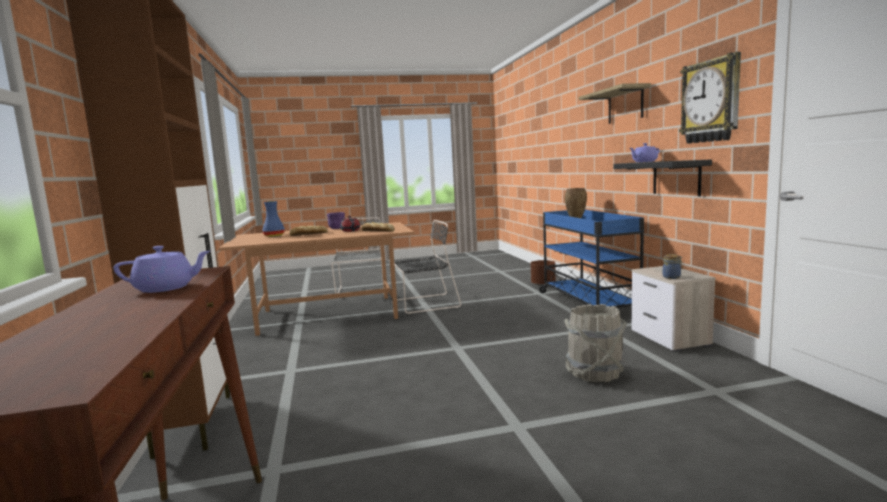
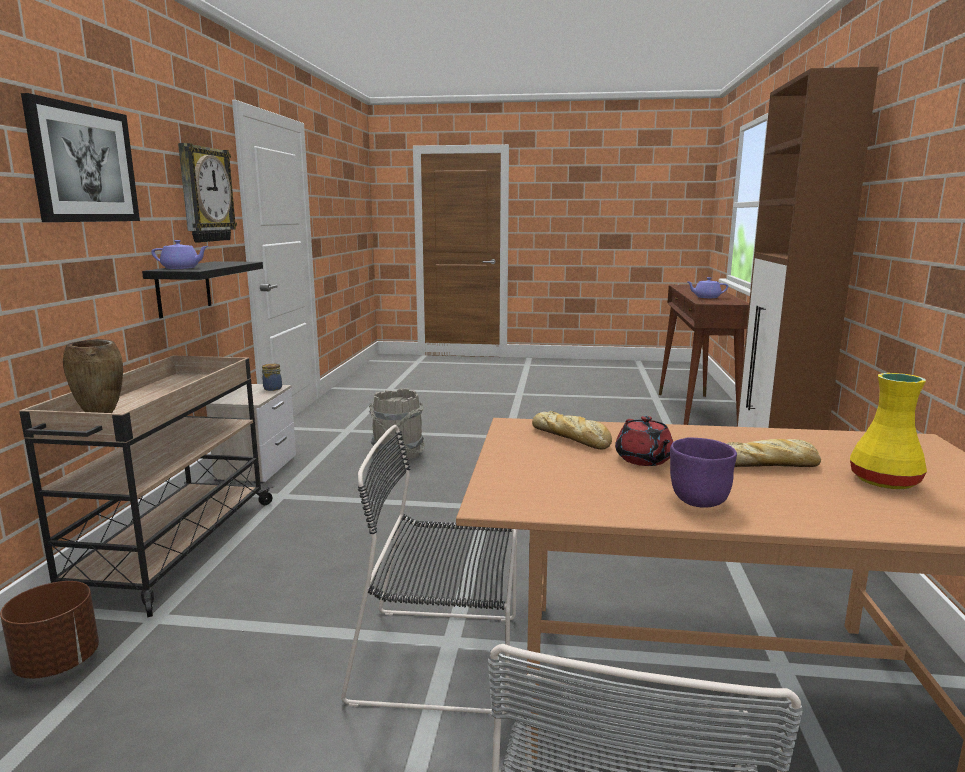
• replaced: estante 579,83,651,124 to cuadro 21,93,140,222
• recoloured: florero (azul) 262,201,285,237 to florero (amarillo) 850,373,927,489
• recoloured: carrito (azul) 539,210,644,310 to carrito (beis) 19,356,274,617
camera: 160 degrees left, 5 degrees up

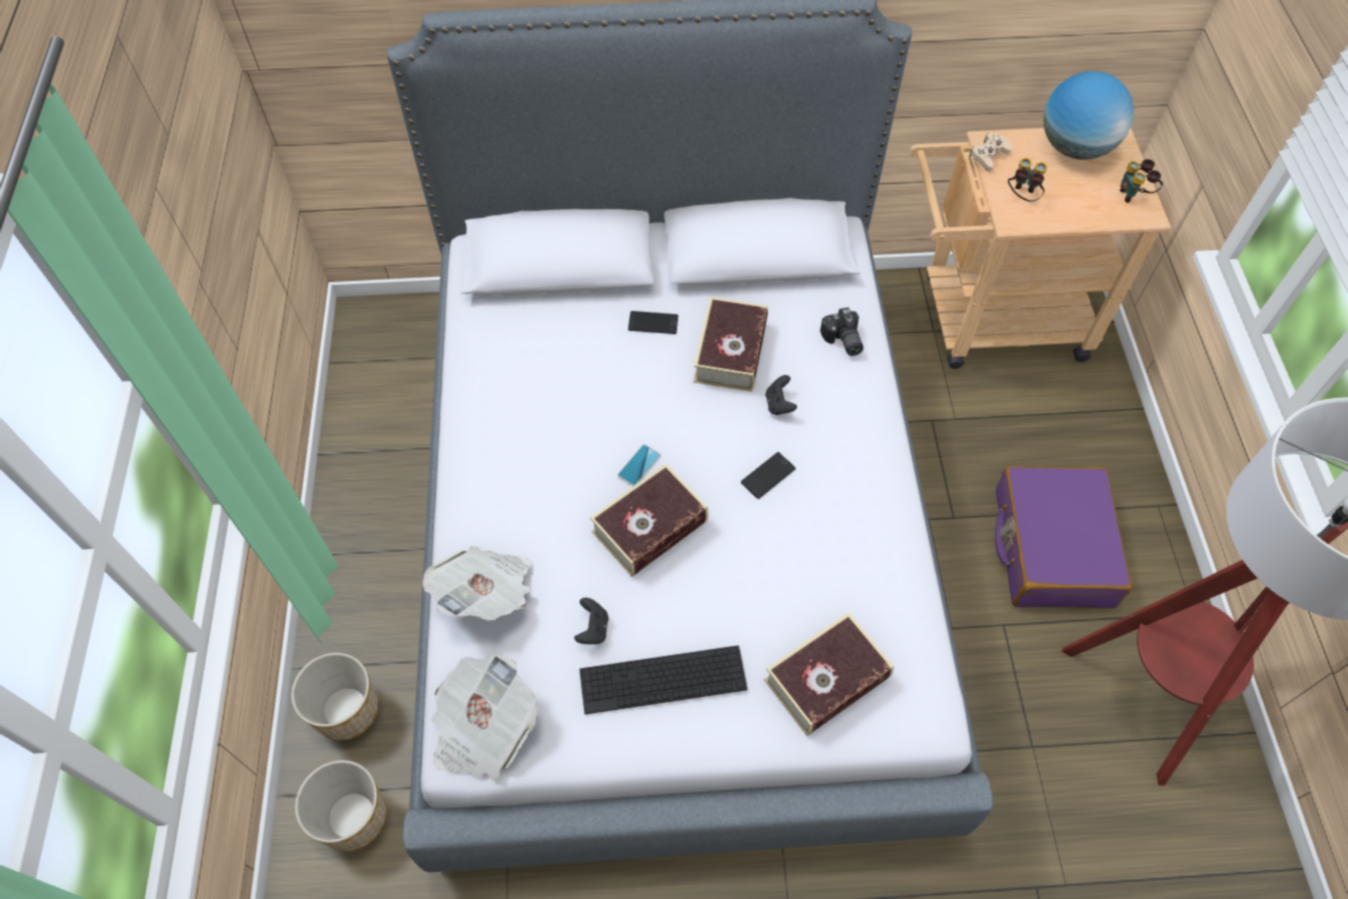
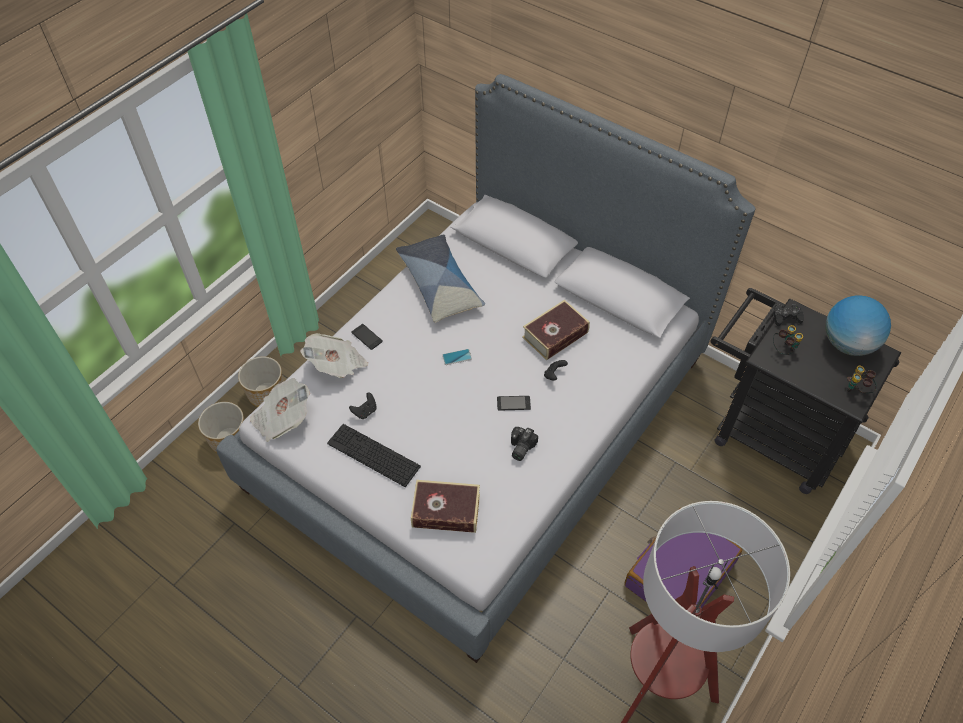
• removed: libro 590,464,708,577
• added: cojín 396,234,485,322
• moved: móvil 628,311,678,334 to 351,324,383,350
• moved: cámara 820,307,863,356 to 511,427,538,461
• recoloured: carrito (beis) 910,127,1171,369 to carrito (negro) 711,288,901,494
• recoloured: mando de consola (beis) 969,132,1012,172 to mando de consola (negro) 773,304,804,326
camera: 40 degrees right, 5 degrees down

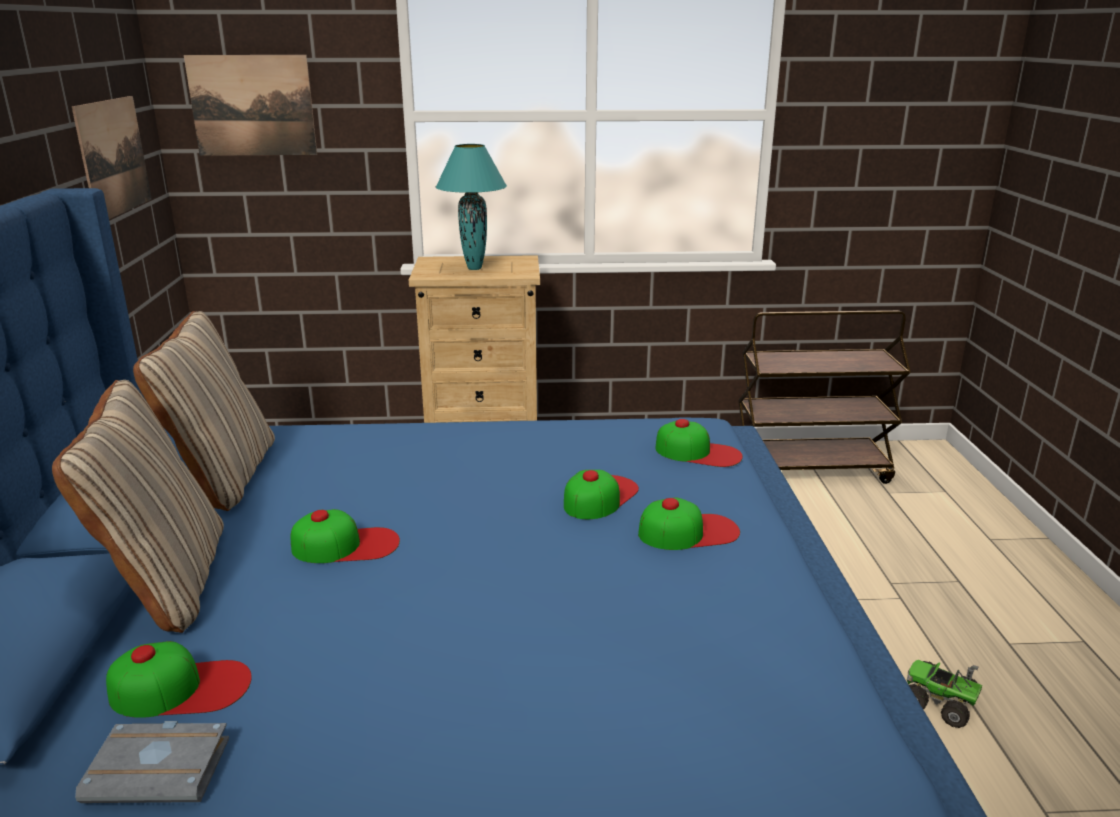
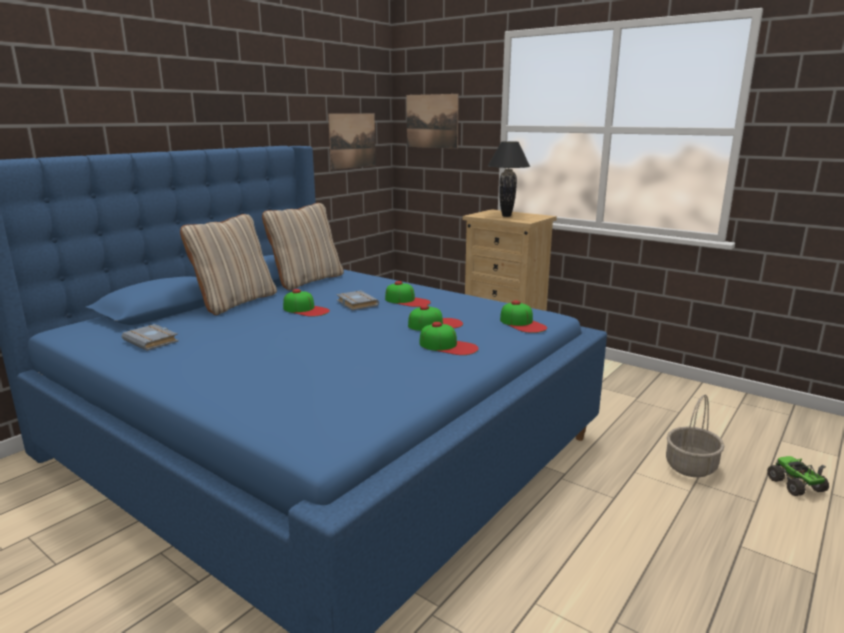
• removed: carrito (marrón) 738,310,911,484
• added: libro (gris) 336,291,379,311
• added: cesta 666,394,724,477
• moved: gorra 106,641,252,718 to 385,281,431,307
• moved: camión de juguete 907,660,982,728 to 767,456,829,496
• recoloured: lámpara de mesa (turquesa) 436,144,507,270 to lámpara de mesa (negro) 488,141,530,217
camera: 40 degrees right, 5 degrees down

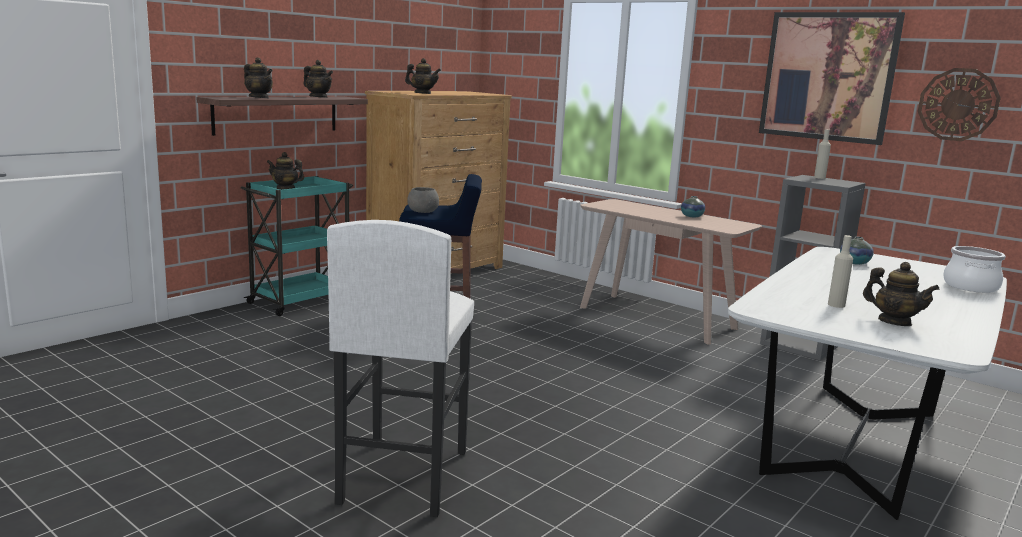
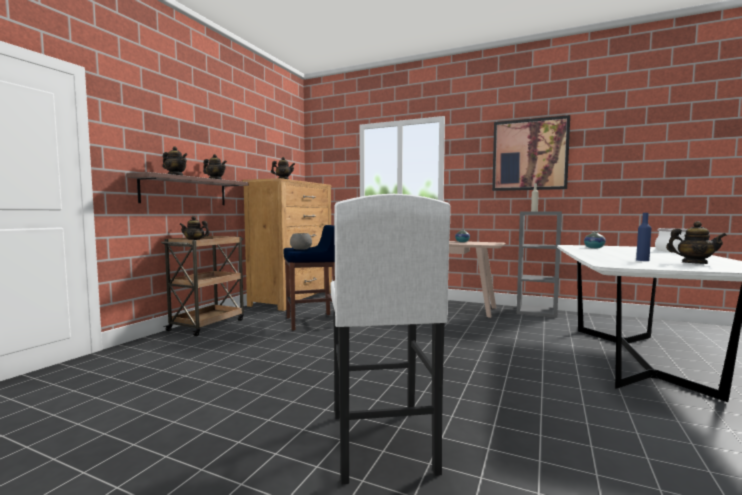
• removed: reloj de pared 918,68,1001,141
• recoloured: carrito (turquesa) 241,176,353,316 to carrito (marrón) 161,236,244,336
• recoloured: botella (beis) 828,235,853,308 to botella (azul) 636,213,651,261
camera: 15 degrees left, 10 degrees down

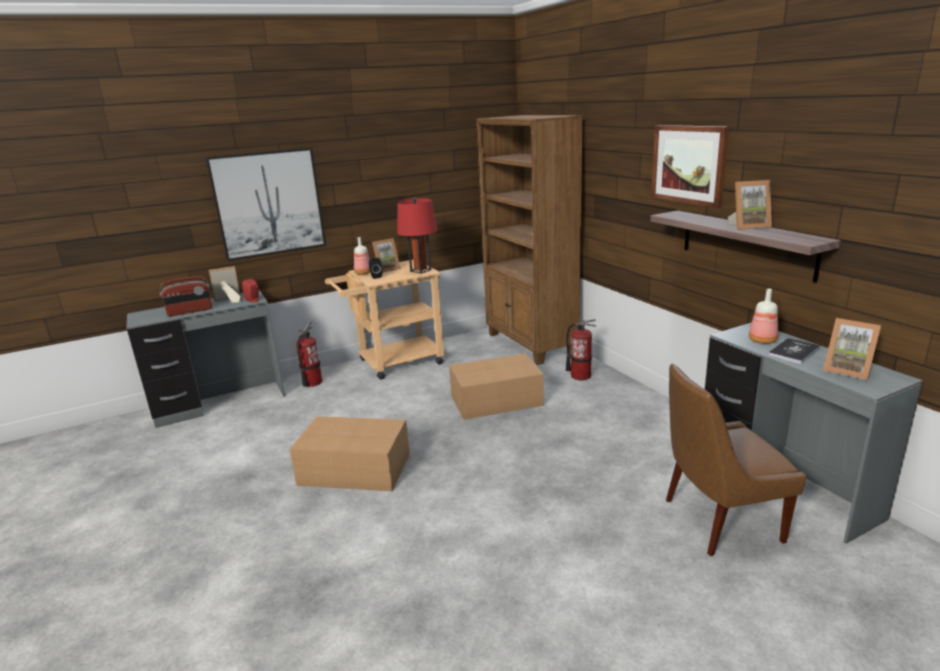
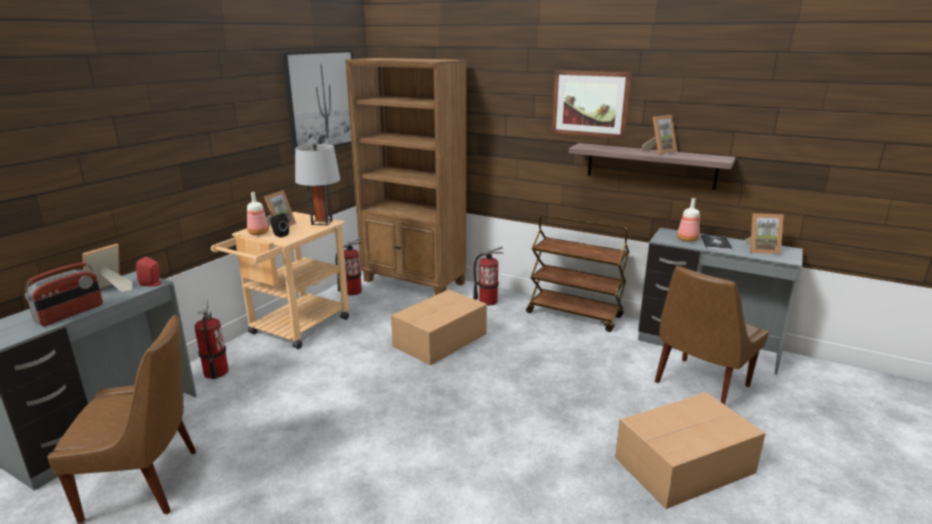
• added: silla (marrón) 47,315,196,523
• added: extintor 336,237,363,295
• added: carrito (marrón) 526,215,629,332
• moved: cuadro 205,148,326,261 to 282,50,353,156
• moved: caja de cartón 289,416,410,491 to 615,392,766,509
• recoloured: lámpara de mesa (rojo) 397,197,437,274 to lámpara de mesa (gris) 295,143,340,225
camera: 35 degrees left, 0 degrees up

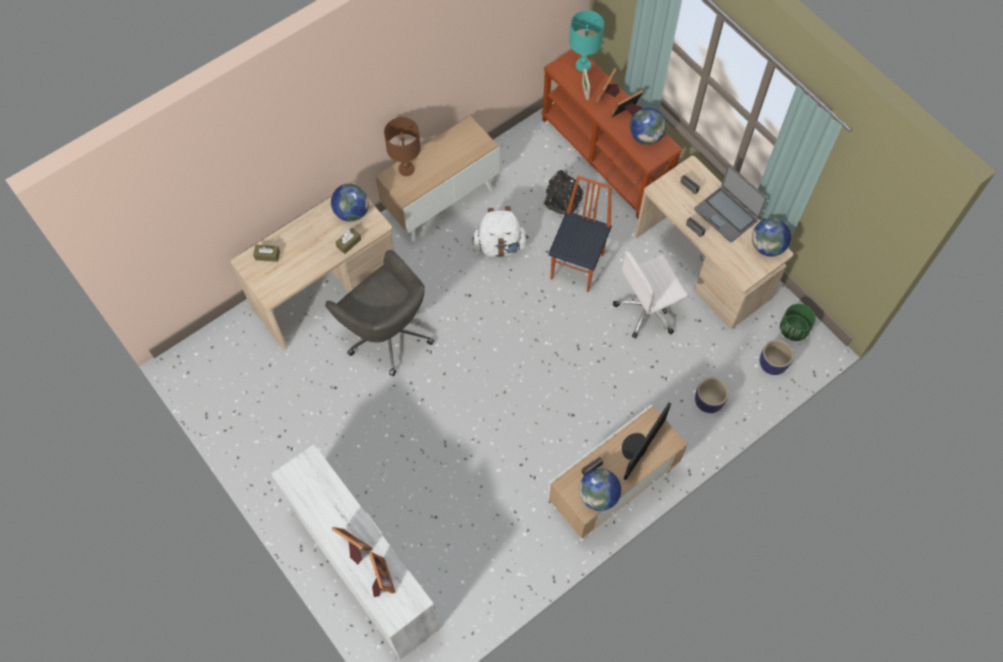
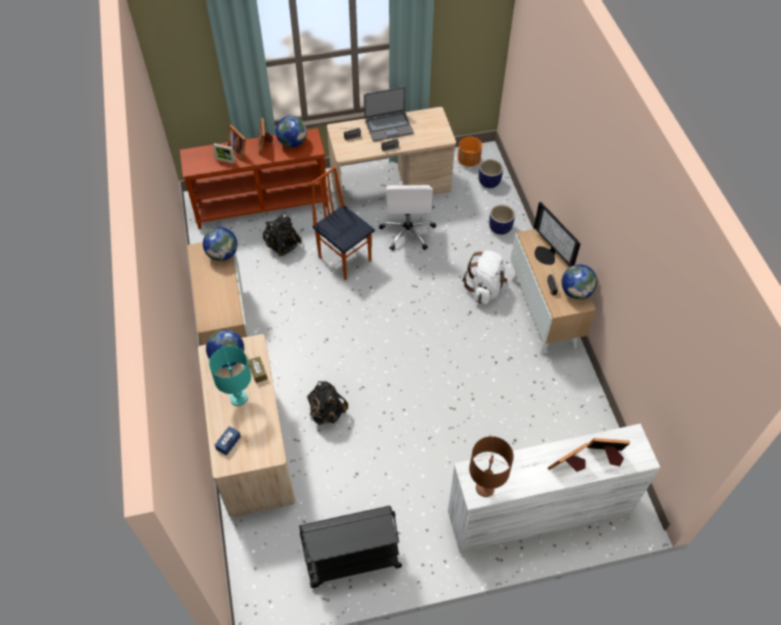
• added: carrito (negro) 299,506,402,588
• moved: lámpara de mesa (marrón) 384,117,421,176 to 469,436,514,497
• moved: mochila (blanco) 472,206,529,257 to 462,251,508,304
• moved: lámpara de mesa (turquesa) 569,10,604,72 to 209,346,251,406
• moved: globo terráqueo 752,218,791,256 to 203,227,237,261
• replaced: silla de oficina (gris) 325,250,434,376 to mochila (negro) 307,381,348,425
• recoloured: caja de pañuelos (marrón) 253,245,280,262 to caja de pañuelos (azul) 215,426,241,455
• recoloured: maceta (verde) 780,304,816,341 to maceta (naranja) 458,137,482,167
camera: 65 degrees left, 10 degrees down

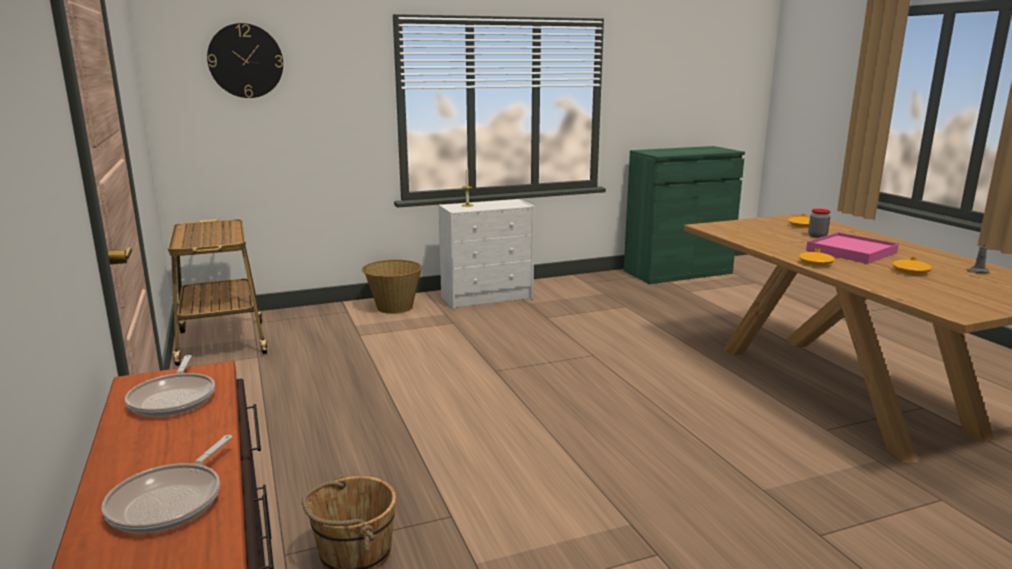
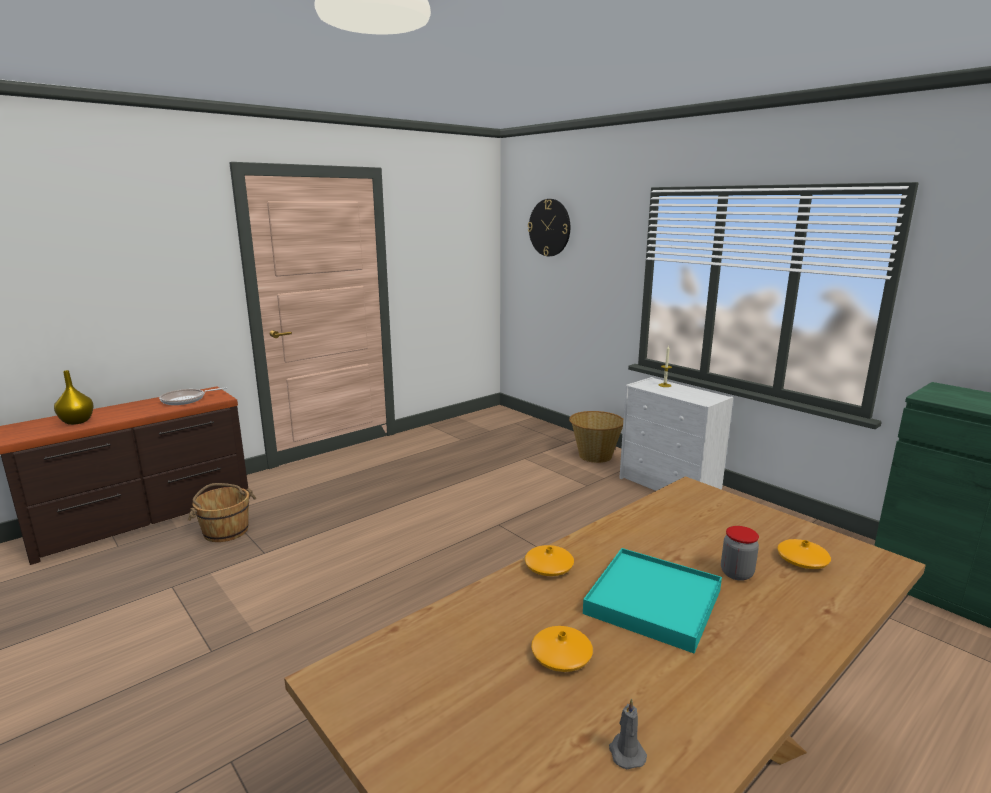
• removed: carrito 168,219,268,366
• replaced: sartén 102,435,233,533 to florero (amarillo) 54,370,94,425
• recoloured: bandeja (rosa) 806,232,899,264 to bandeja (turquesa) 583,548,722,653
camera: 70 degrees right, 0 degrees up

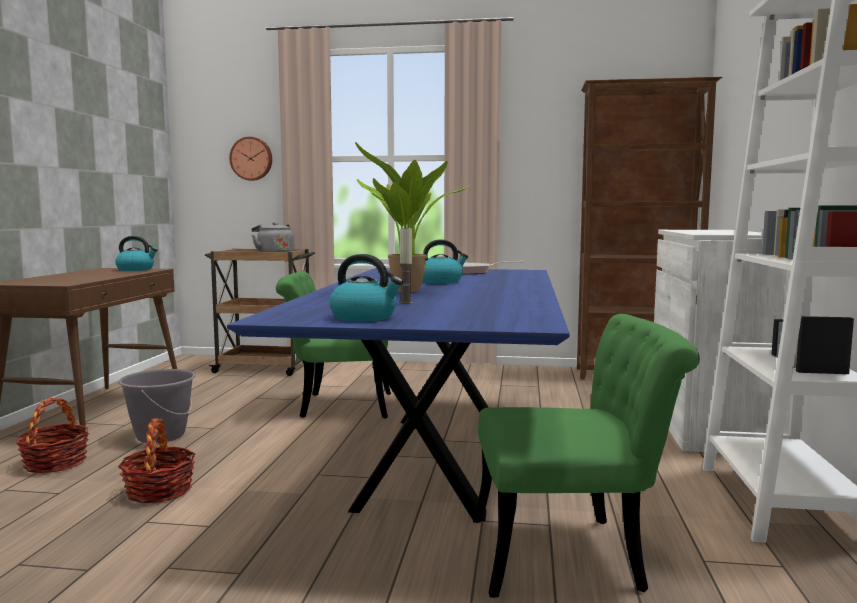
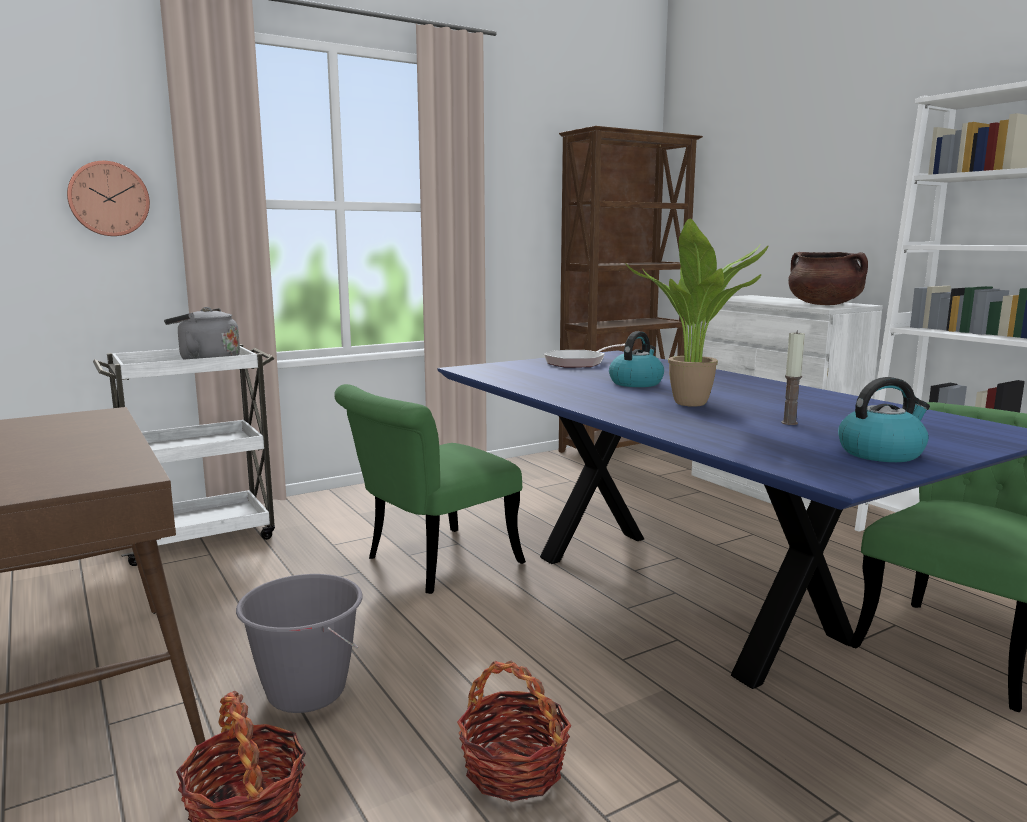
• removed: hervidor 115,236,158,271
• added: olla (marrón) 788,252,868,305
• recoloured: carrito (marrón) 205,248,315,376 to carrito (blanco) 93,344,275,566
camera: 40 degrees left, 5 degrees up

